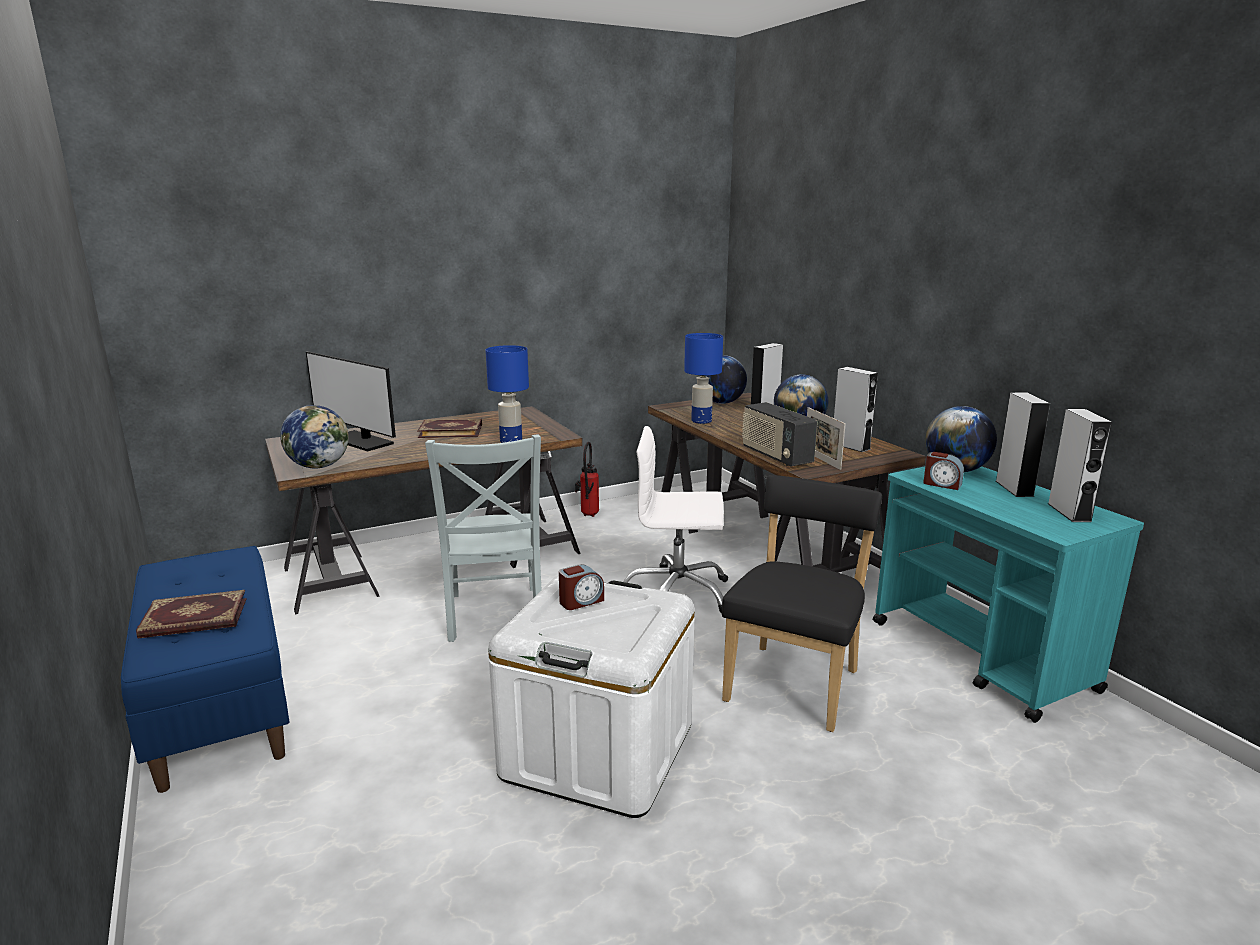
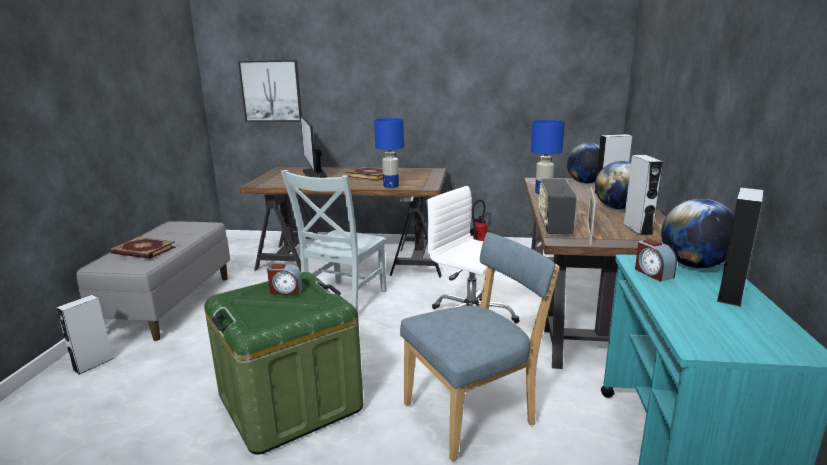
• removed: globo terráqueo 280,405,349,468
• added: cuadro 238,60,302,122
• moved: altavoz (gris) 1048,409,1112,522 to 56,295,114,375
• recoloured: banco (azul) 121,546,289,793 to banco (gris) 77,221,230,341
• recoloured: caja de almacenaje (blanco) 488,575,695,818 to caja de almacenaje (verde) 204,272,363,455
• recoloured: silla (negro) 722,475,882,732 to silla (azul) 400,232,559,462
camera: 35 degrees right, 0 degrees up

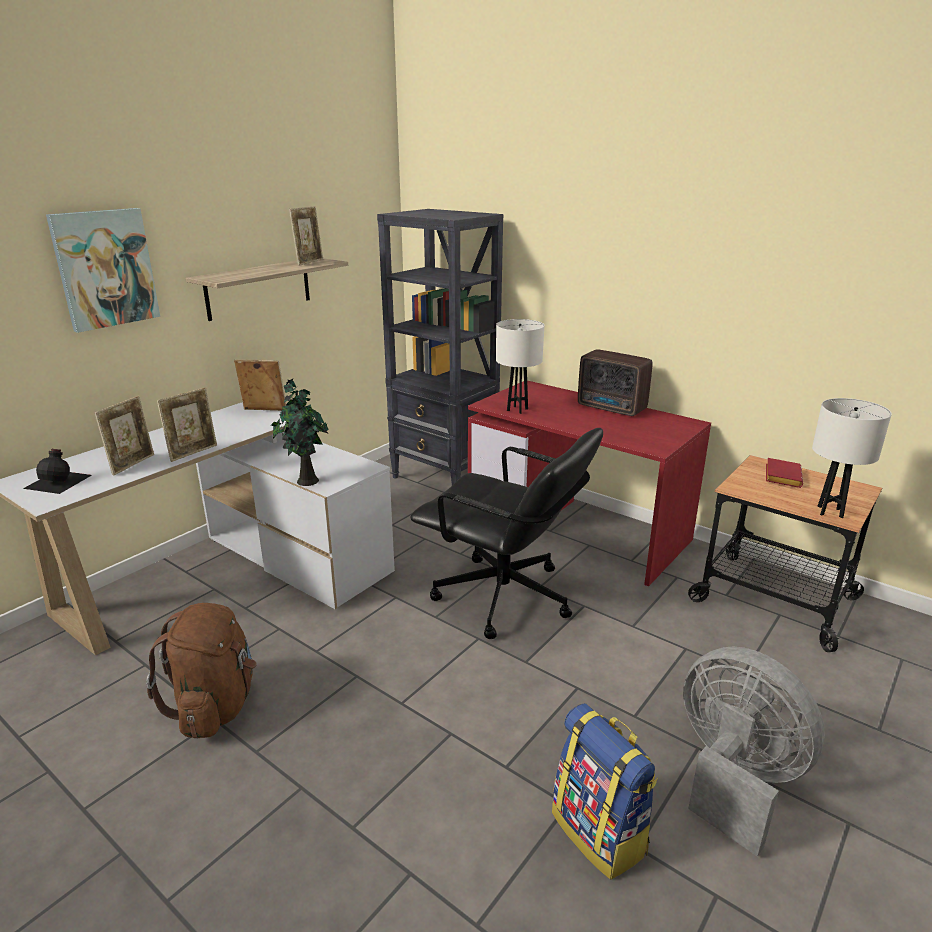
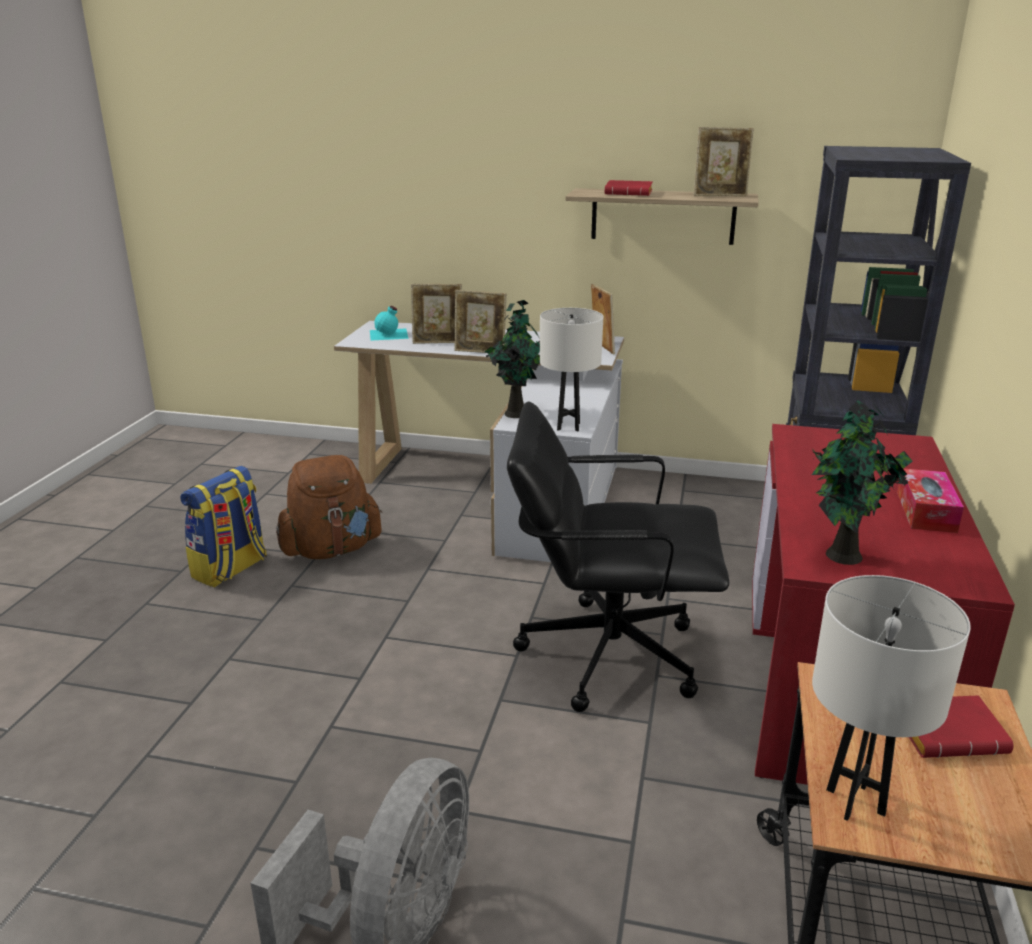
• removed: cuadro 46,208,160,333
• added: libro (rojo) 605,180,653,196
• added: planta en maceta 811,400,913,565
• moved: lámpara de mesa (blanco) 496,319,544,414 to 540,308,603,431
• moved: mochila 552,703,658,880 to 180,466,267,588
• replaced: radio 578,349,653,416 to caja de pañuelos 897,469,964,533
• recoloured: botella (negro) 23,449,92,494 to botella (turquesa) 370,306,409,341
• turned: silla de oficina (negro) 410,428,603,639 = 507,401,729,712 90 degrees clockwise
camera: 65 degrees right, 0 degrees up

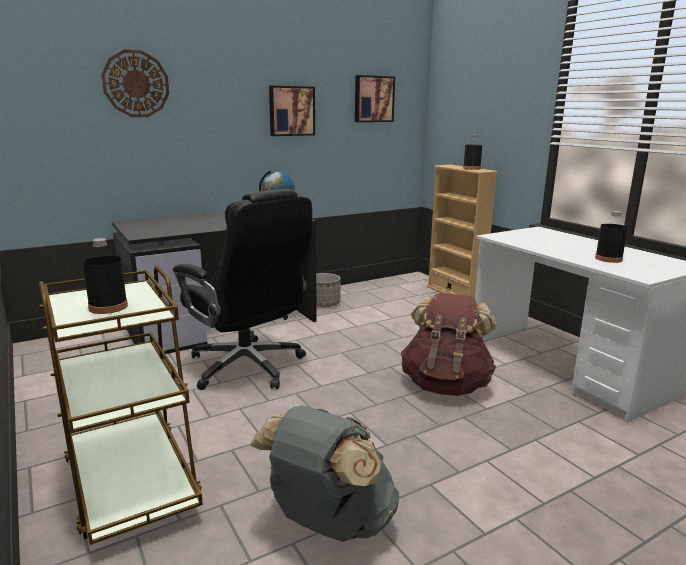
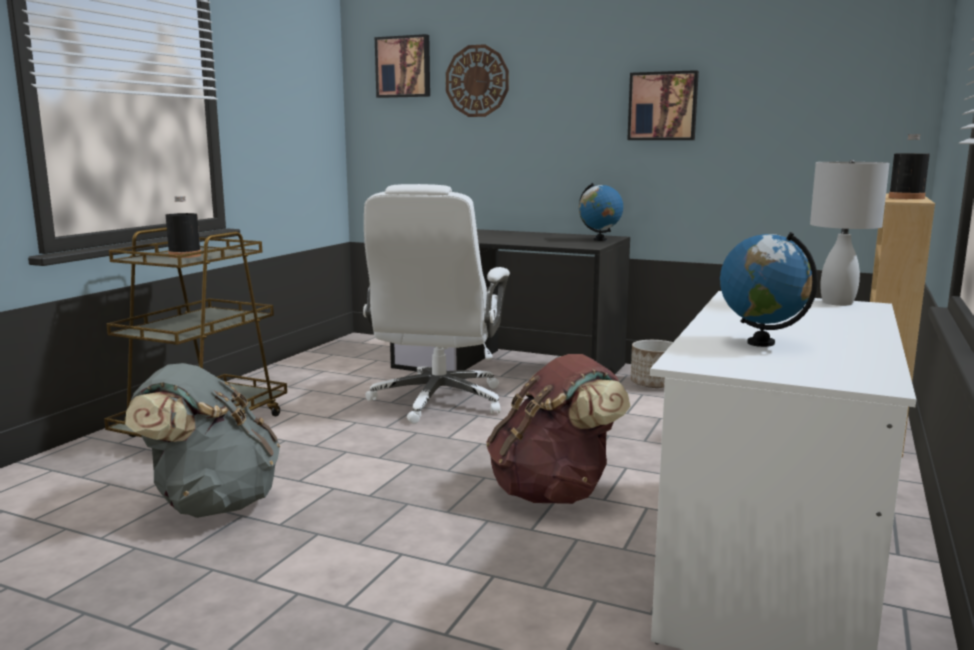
• added: lámpara de mesa (blanco) 810,160,890,306
• moved: cuadro 355,75,395,122 to 375,34,430,98
• replaced: botella (negro) 595,211,628,263 to globo terráqueo 720,232,818,347
• recoloured: silla de oficina (negro) 173,189,312,390 to silla de oficina (blanco) 363,184,510,424
camera: 55 degrees right, 5 degrees down

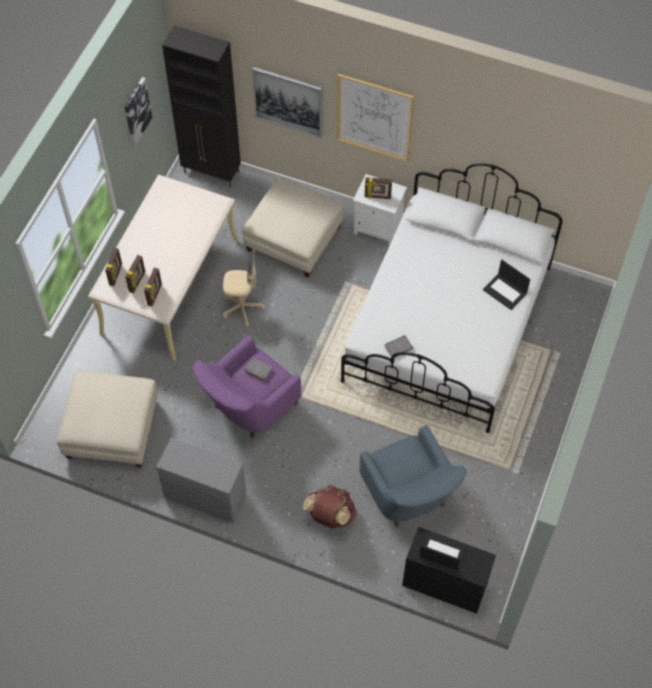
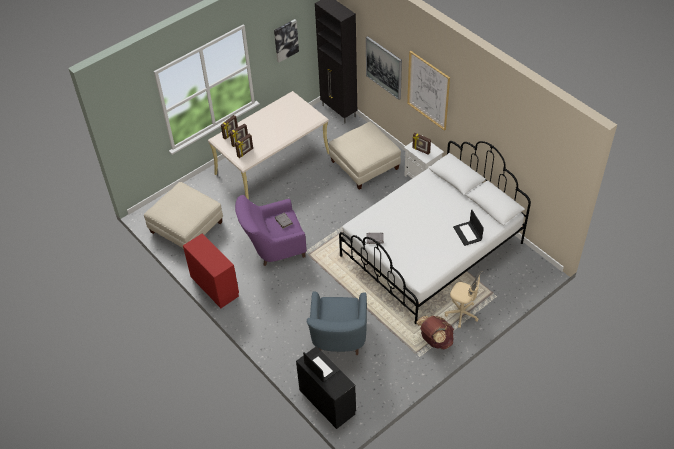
• moved: silla de oficina (beis) 223,249,265,326 to 445,271,482,328
• moved: mochila (marrón) 303,485,357,528 to 416,315,454,349
• recoloured: cómoda (gris) 156,438,247,524 to cómoda (rojo) 183,233,239,308
camera: 30 degrees right, 10 degrees down

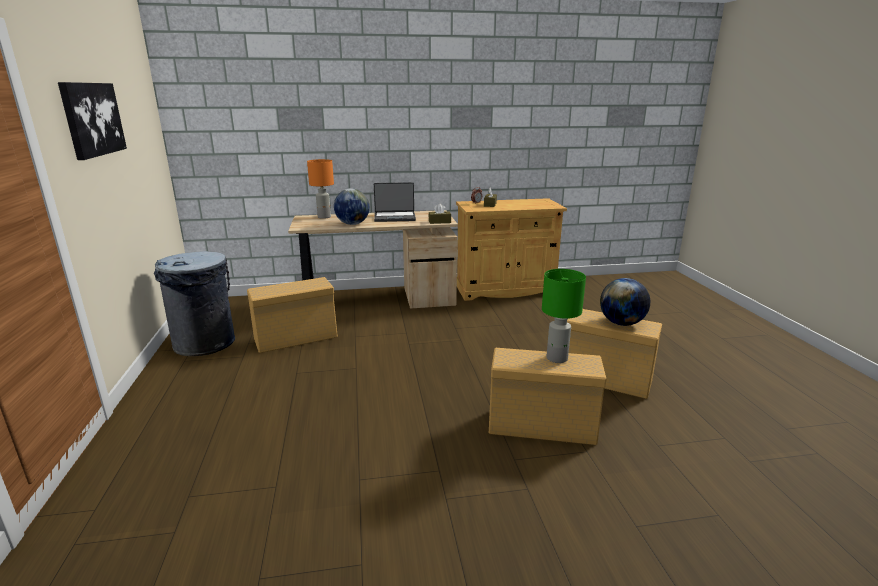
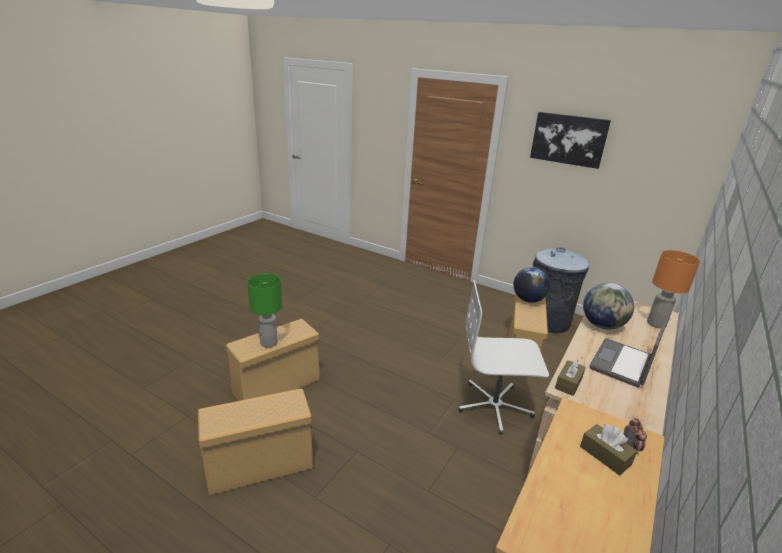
• added: silla de oficina (blanco) 458,280,549,435
• moved: globo terráqueo 600,278,650,326 to 513,267,550,303
camera: 130 degrees right, 5 degrees up

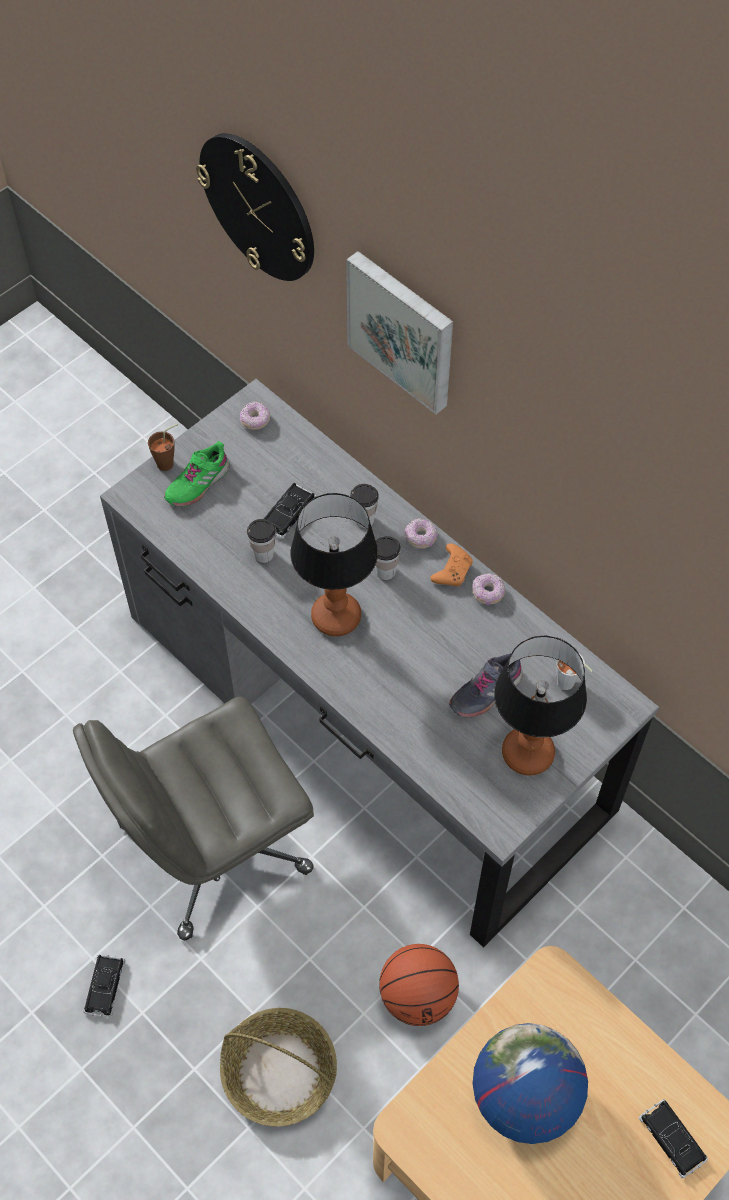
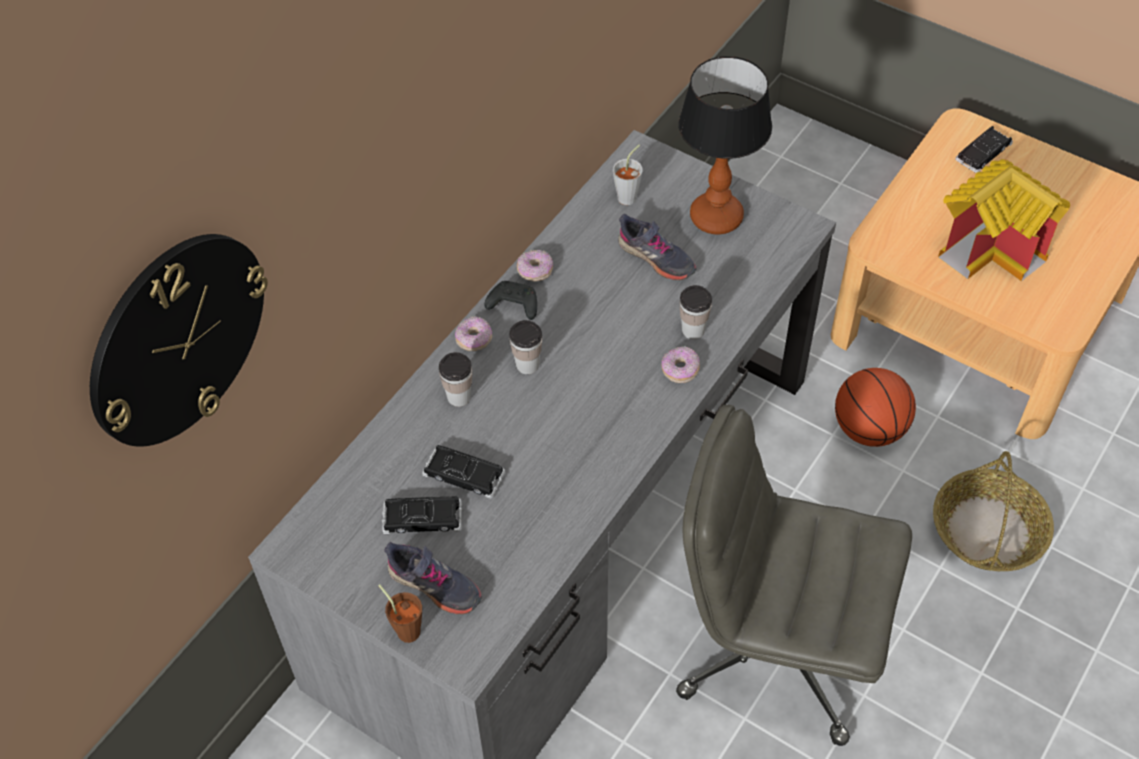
• removed: lámpara de mesa 291,493,378,636
• removed: cuadro 346,251,453,414
• moved: coche de juguete (negro) 83,954,125,1018 to 382,497,462,534
• moved: rosquilla 240,401,270,430 to 661,347,700,383
• moved: taza 247,519,276,563 to 679,285,712,339
• replaced: globo terráqueo 473,1023,588,1144 to casita 938,159,1070,281
• recoloured: zapato (verde) 164,441,230,507 to zapato (gris) 385,542,482,615
• recoloured: mando de consola (naranja) 430,543,473,586 to mando de consola (negro) 485,281,537,320
• turned: silla de oficina (gris) 73,697,314,940 = 676,405,912,746 150 degrees clockwise
camera: 100 degrees left, 5 degrees down

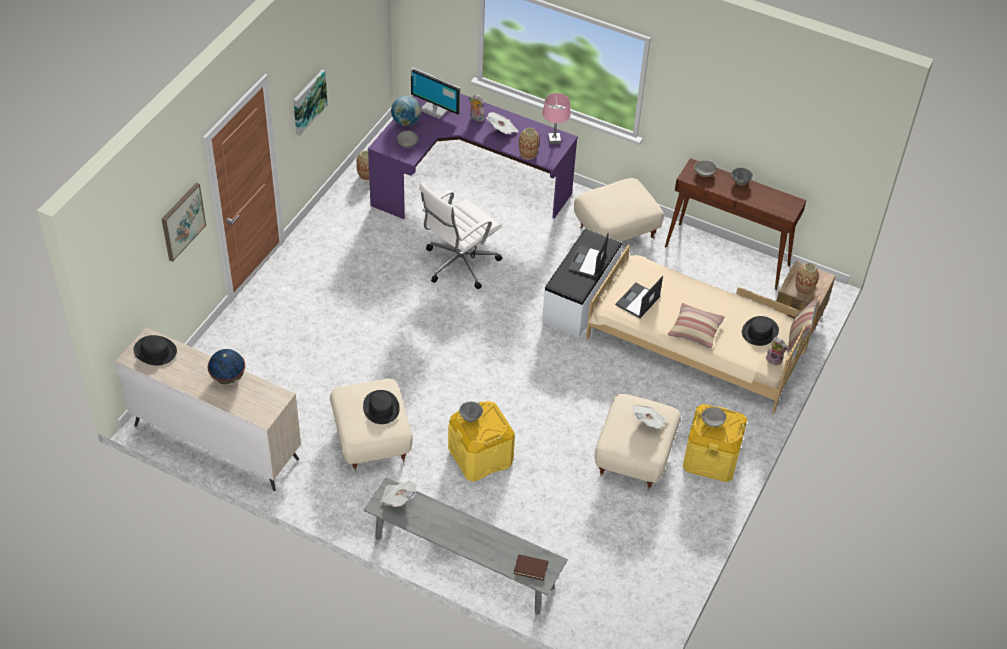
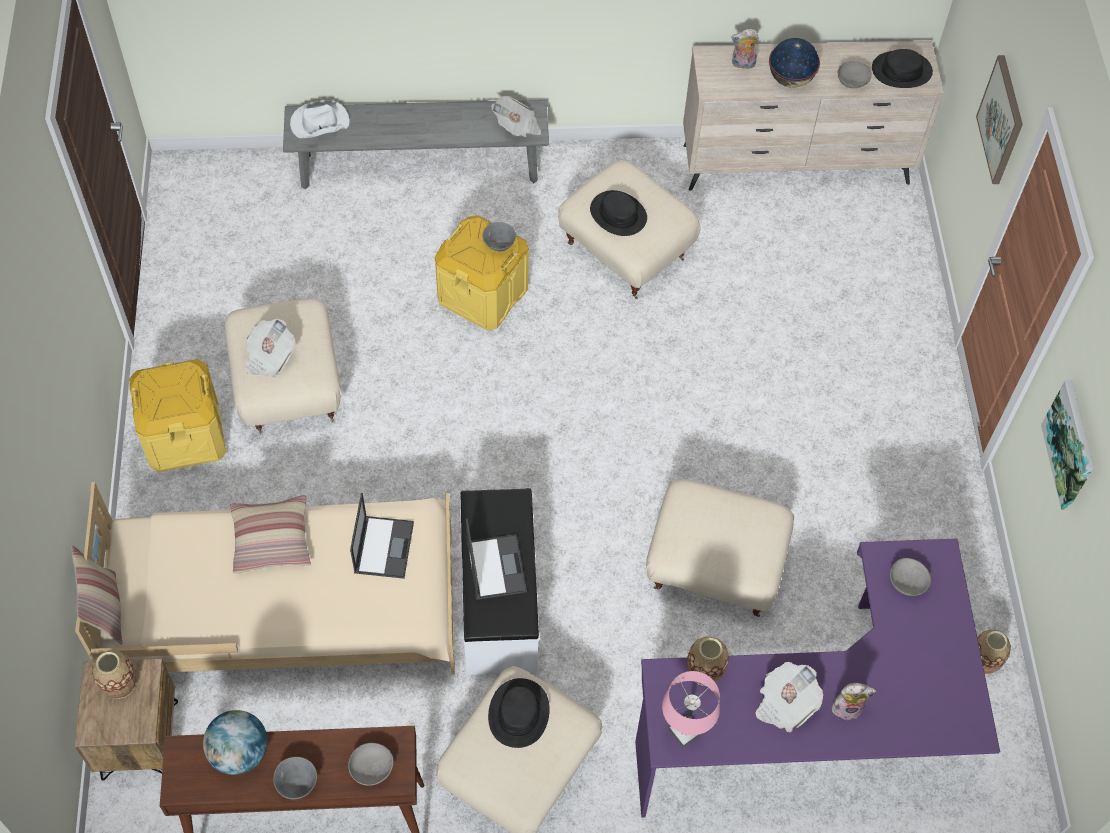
• removed: monitor 411,68,461,119
• moved: globo terráqueo 391,96,421,126 to 203,710,268,775
• moved: cuenco (gris) 701,407,726,427 to 838,61,872,88
• moved: sombrero (negro) 742,316,779,346 to 488,678,550,748
• moved: peluche 766,337,789,366 to 731,29,759,71
• replaced: silla de oficina (blanco) 419,182,502,289 to puf (beis) 646,479,794,617
• replaced: libro (marrón) 514,554,548,581 to sombrero (blanco) 290,101,350,138
camera: 150 degrees right, 10 degrees up

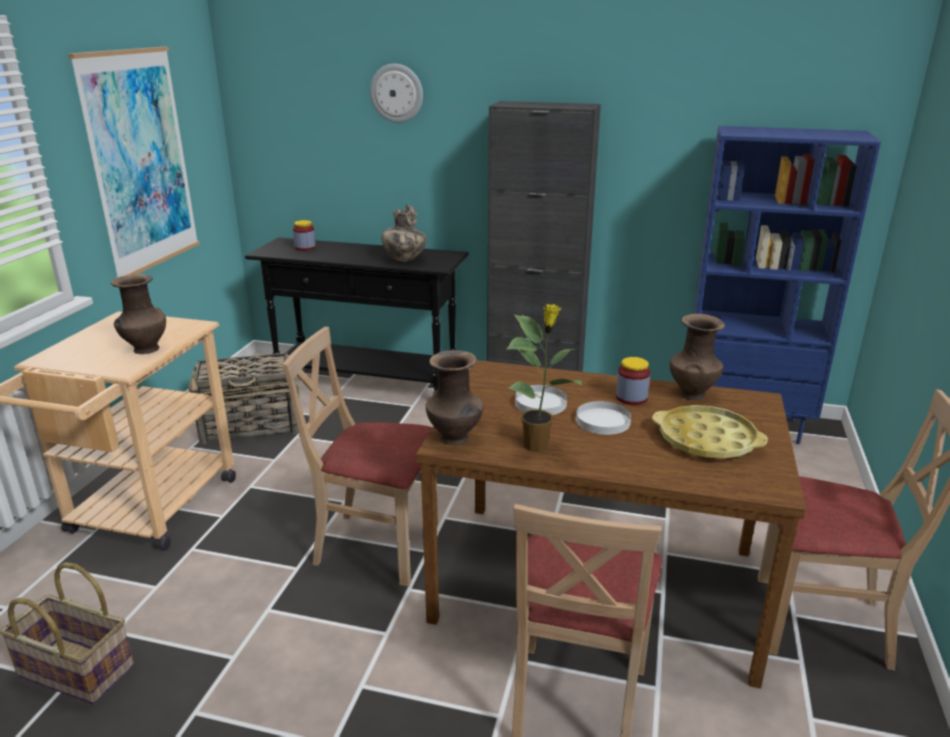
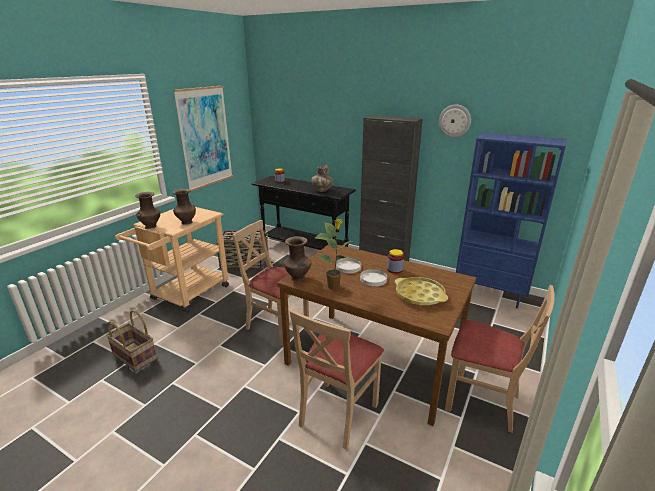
• moved: reloj de pared 370,64,423,123 to 439,104,471,138
• moved: florero (marrón) 669,314,725,401 to 135,192,160,229
camera: 15 degrees right, 0 degrees up

